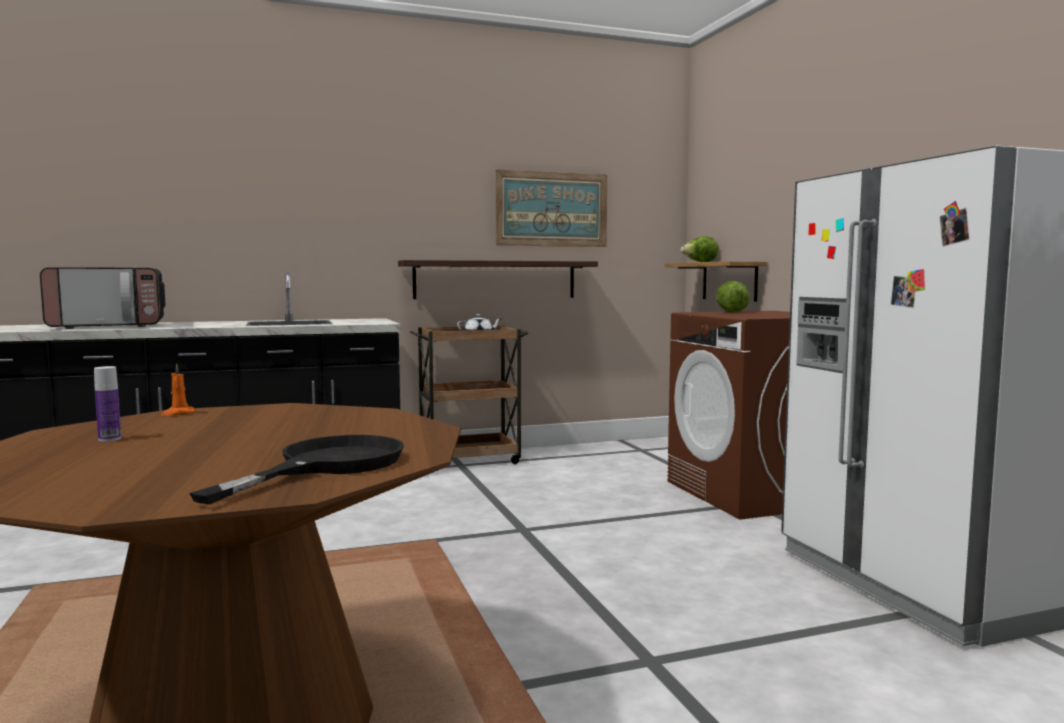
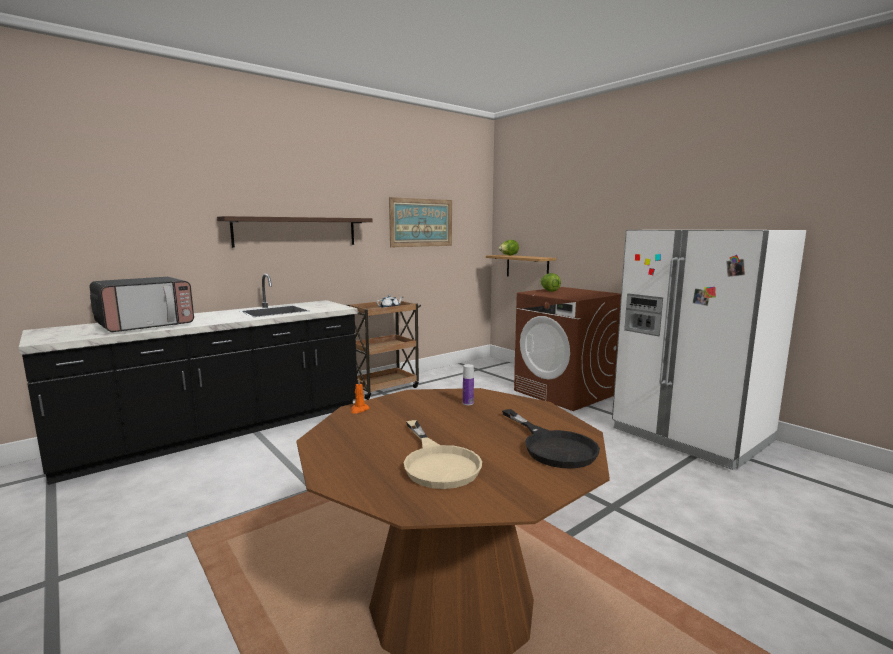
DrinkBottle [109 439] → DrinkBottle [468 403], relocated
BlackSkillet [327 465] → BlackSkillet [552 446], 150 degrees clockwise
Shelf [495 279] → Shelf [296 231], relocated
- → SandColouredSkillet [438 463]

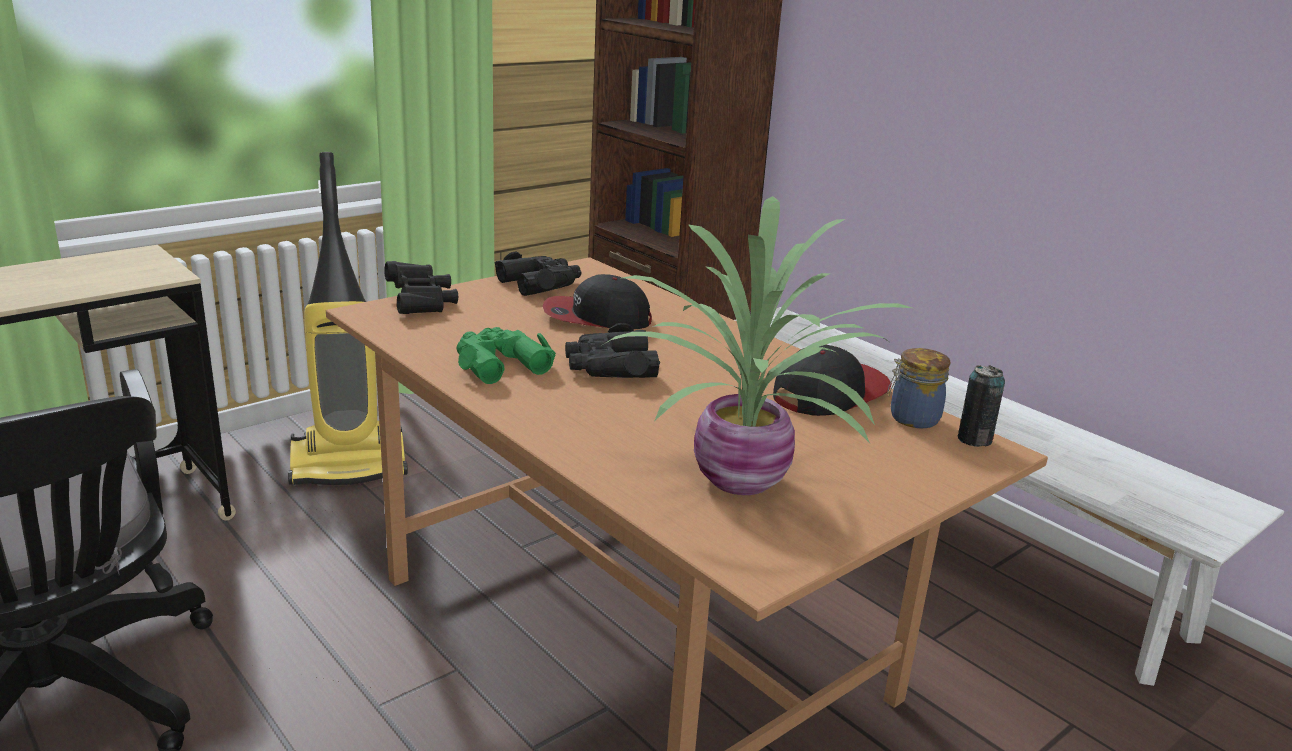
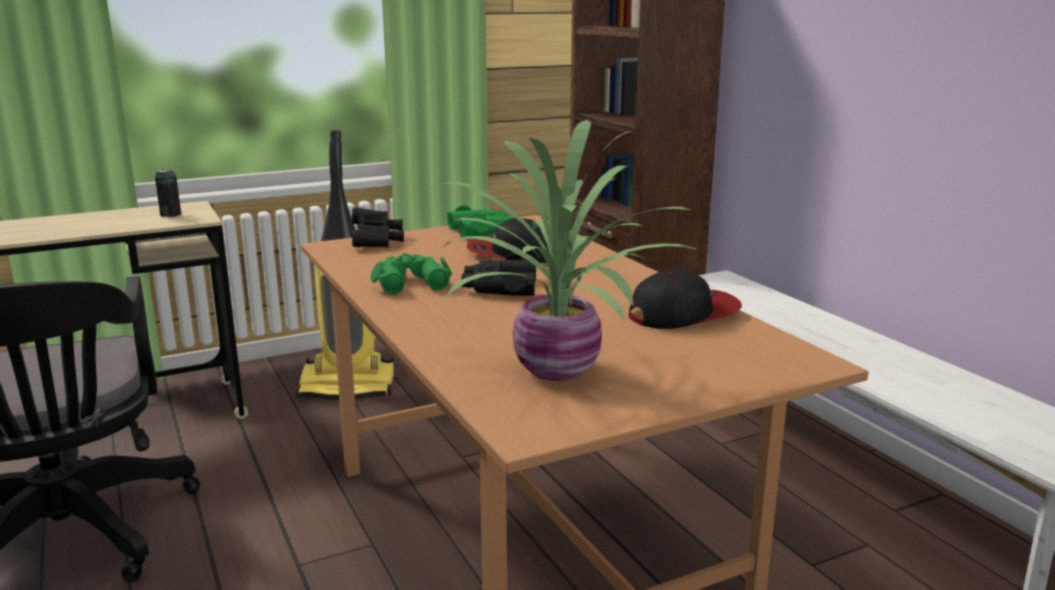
BlackFieldGlasses [540 283] → GreenFieldGlasses [482 231]
Jar [912 418] → -
Can [974 440] → Can [170 215], relocated

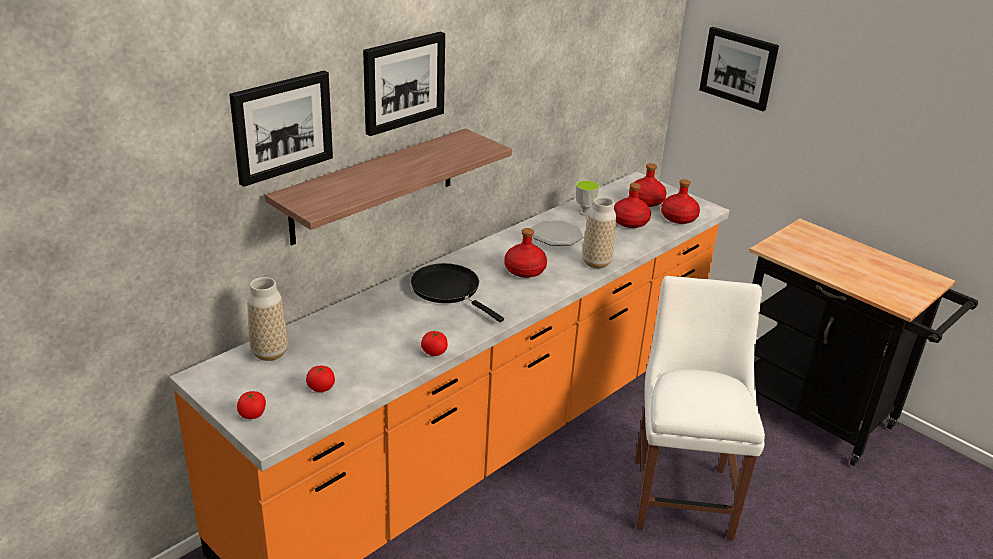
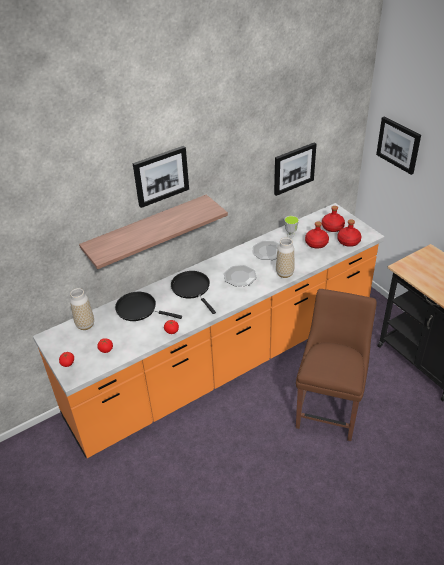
WallPicture [281 126] → WallPicture [294 168], relocated
RedColouredDrinkBottle [524 270] → Plate [240 277]
WhitishChair [682 493] → BrownishChair [329 408]
- → BlackSkillet [139 309]

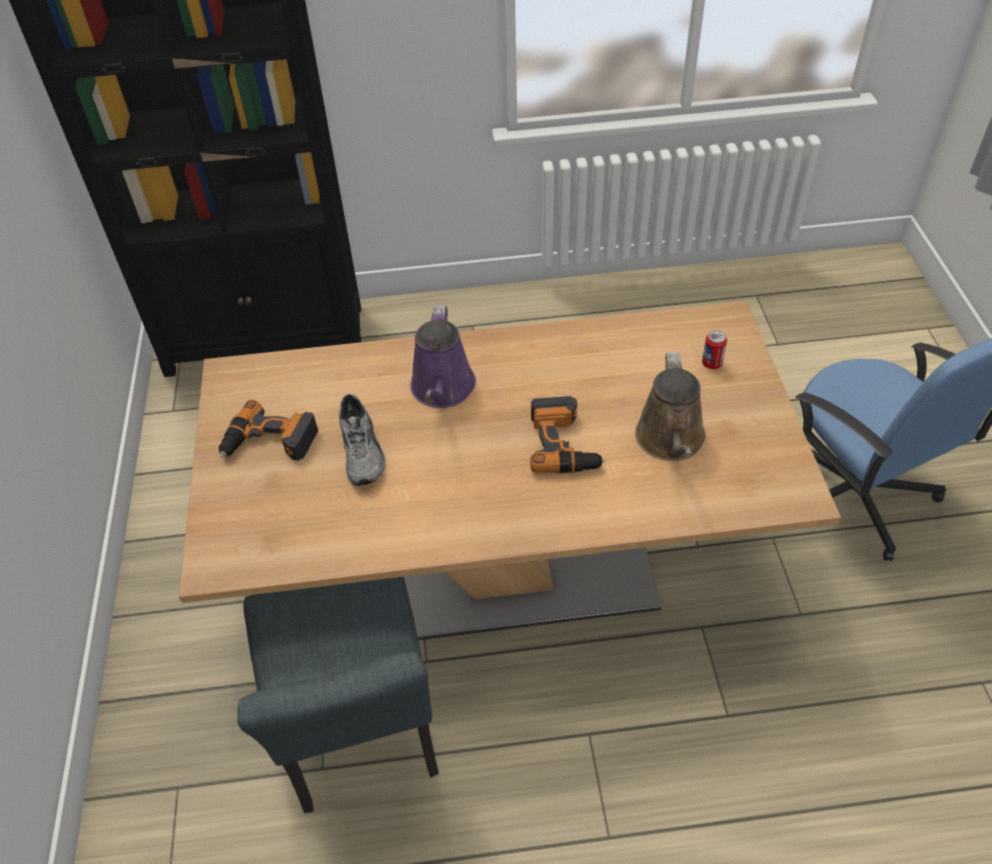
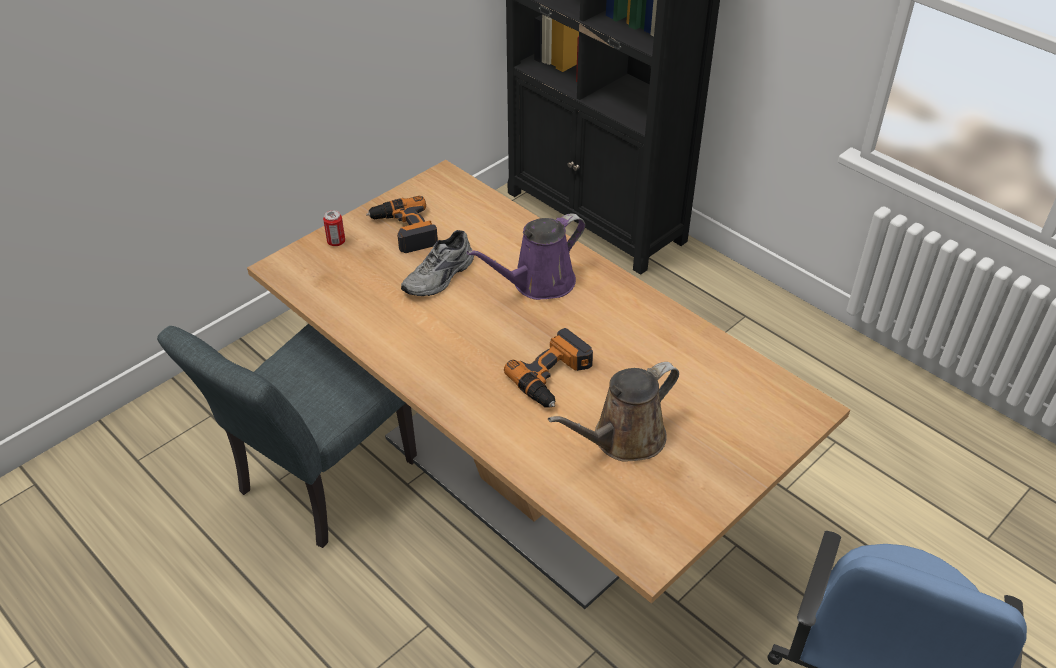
Can [711 363] → Can [336 242], relocated

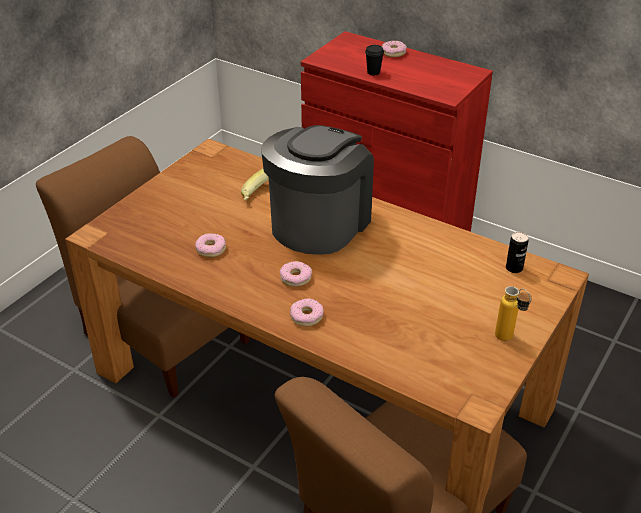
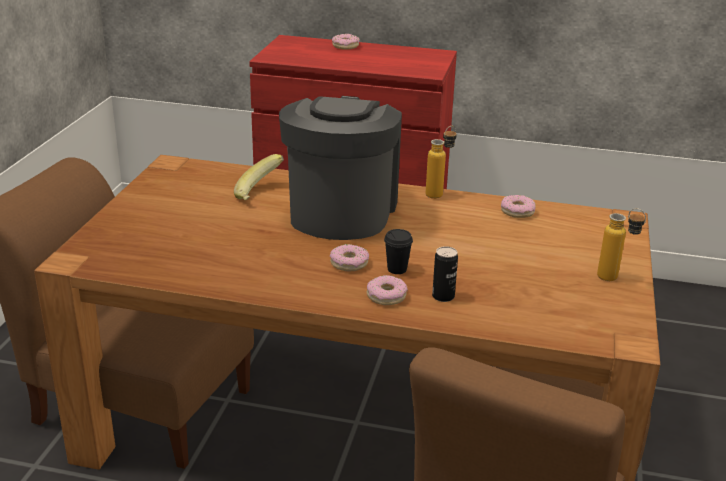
Donut [211 249] → Donut [517 211], relocated
BlackDrinkingCup [373 72] → BlackDrinkingCup [397 269], relocated
Can [514 268] → Can [443 296], relocated
- → DrinkBottle [439 193]

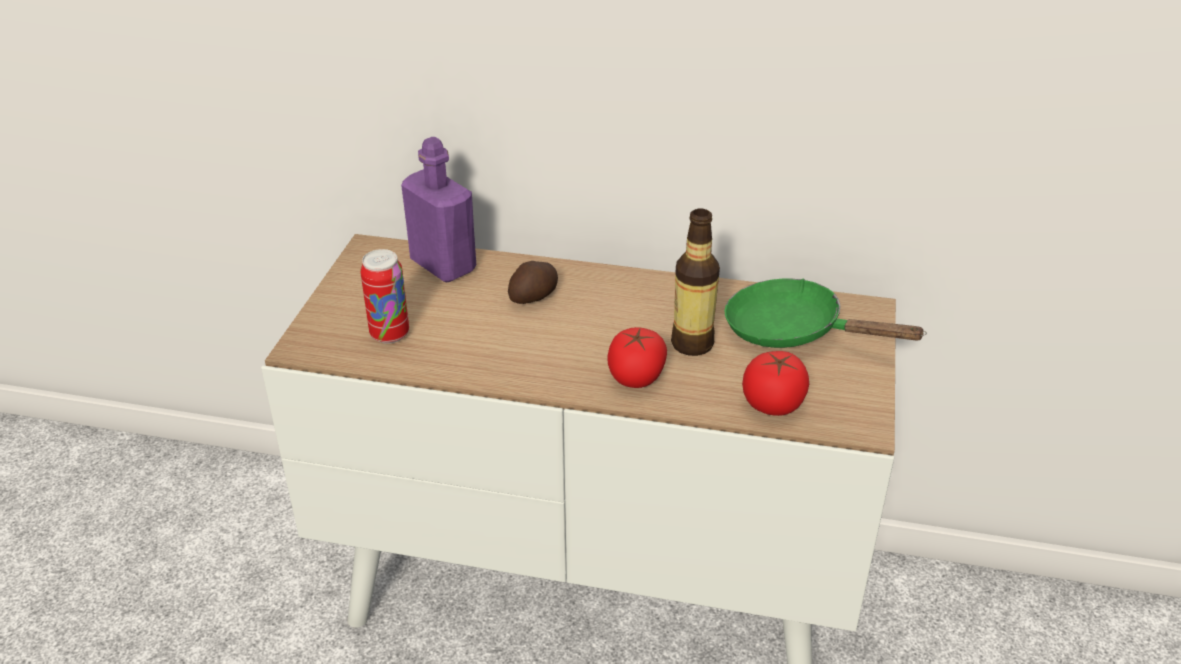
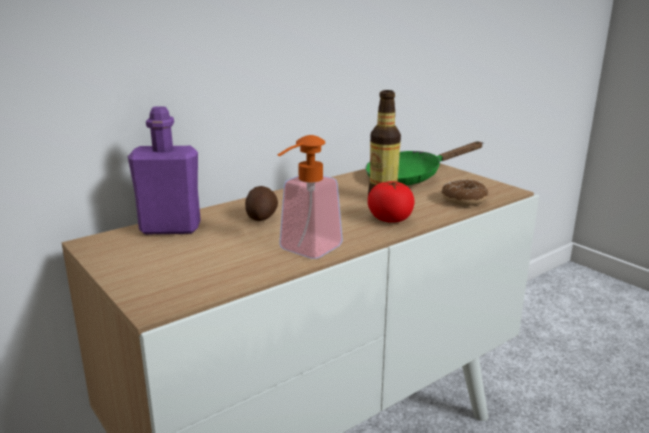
Can [389 334] → -
FreshTomato [773 404] → Donut [464 200]
- → SoapBottle [304 251]

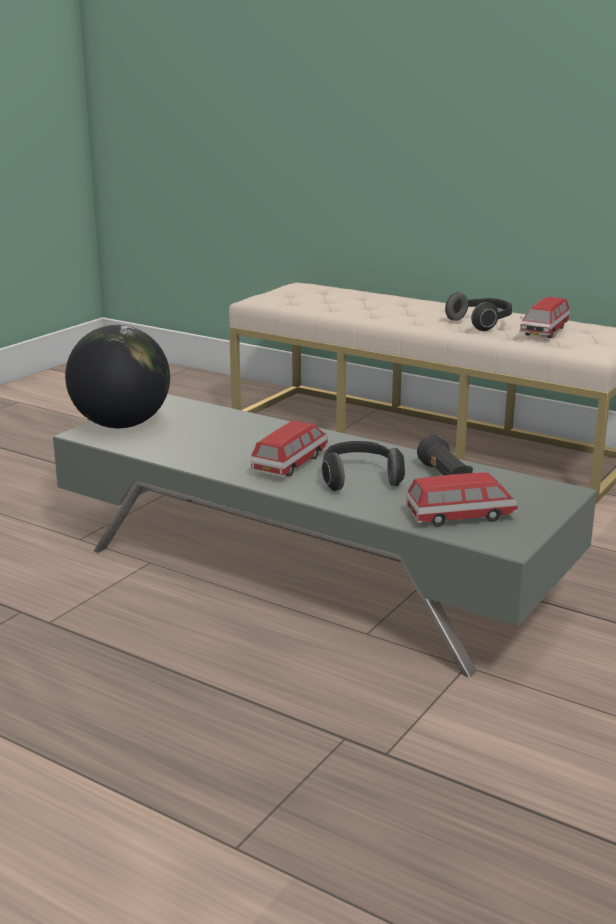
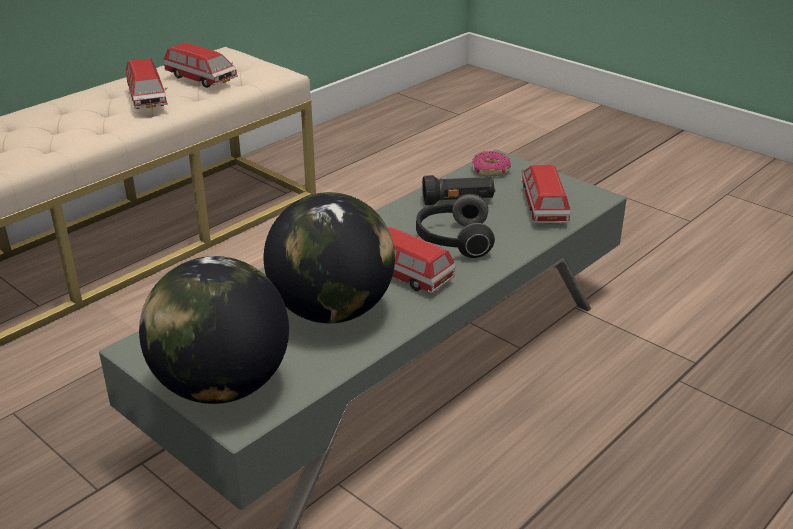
Headphones [481 323] → ModelCar [147 99]
- → WorldGlobe [331 311]
- → Donut [491 170]

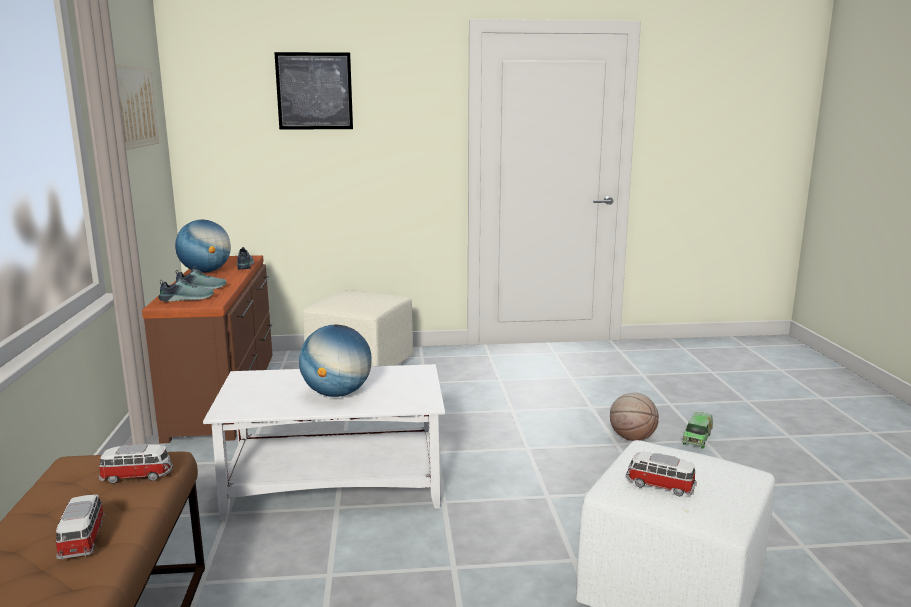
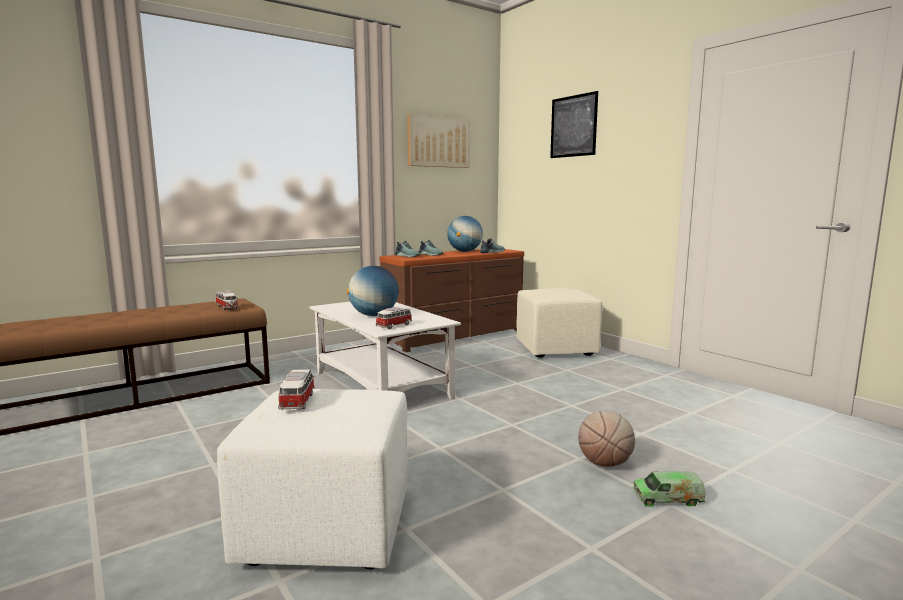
ModelCar [83 539] → ModelCar [395 326], relocated

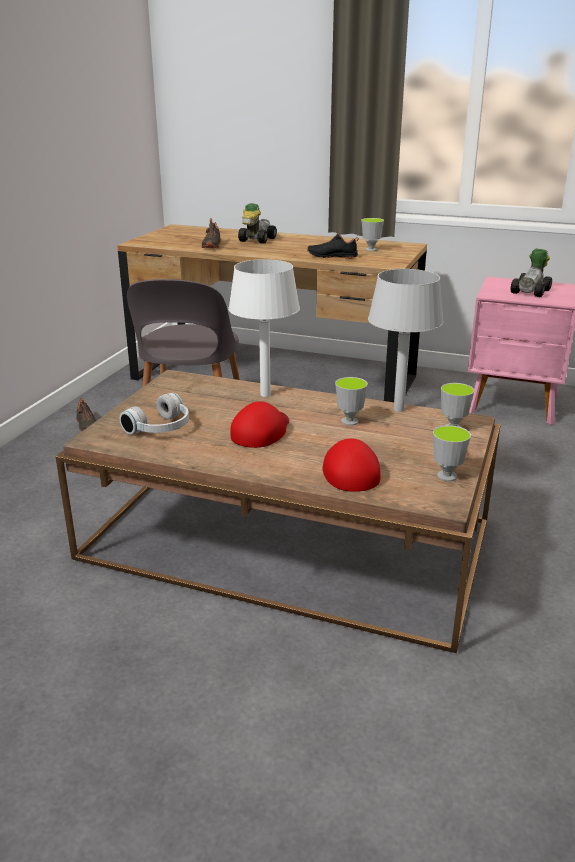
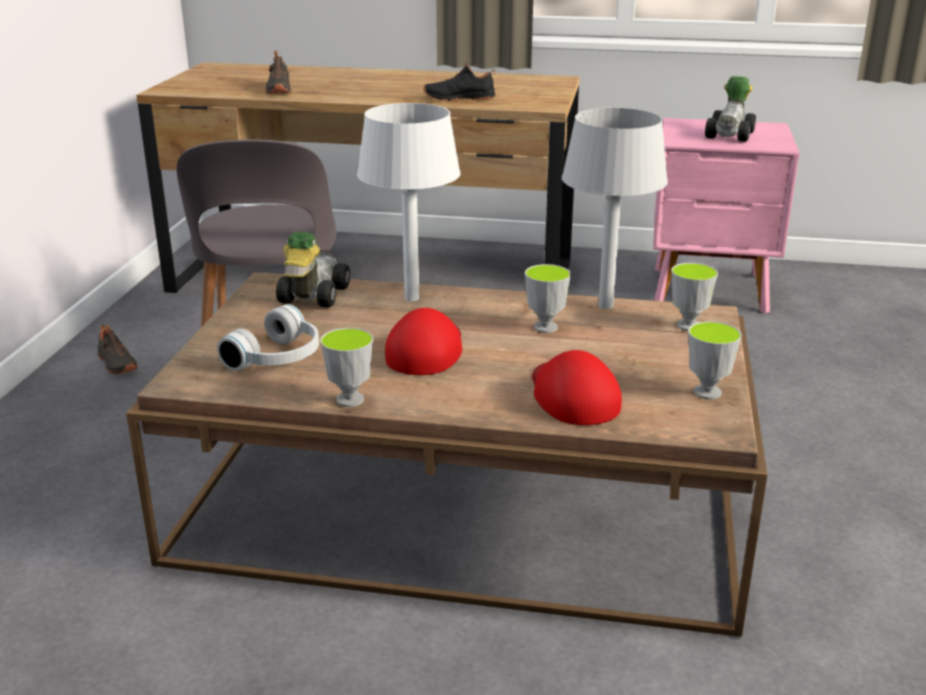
ModelCar [255 240] → ModelCar [311 297], relocated
DrinkingCup [371 250] → DrinkingCup [350 400], relocated

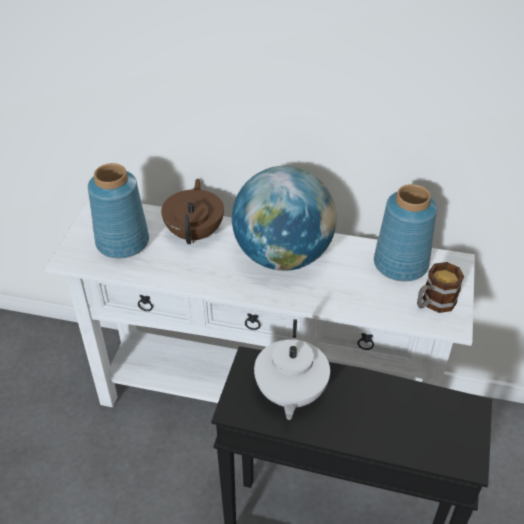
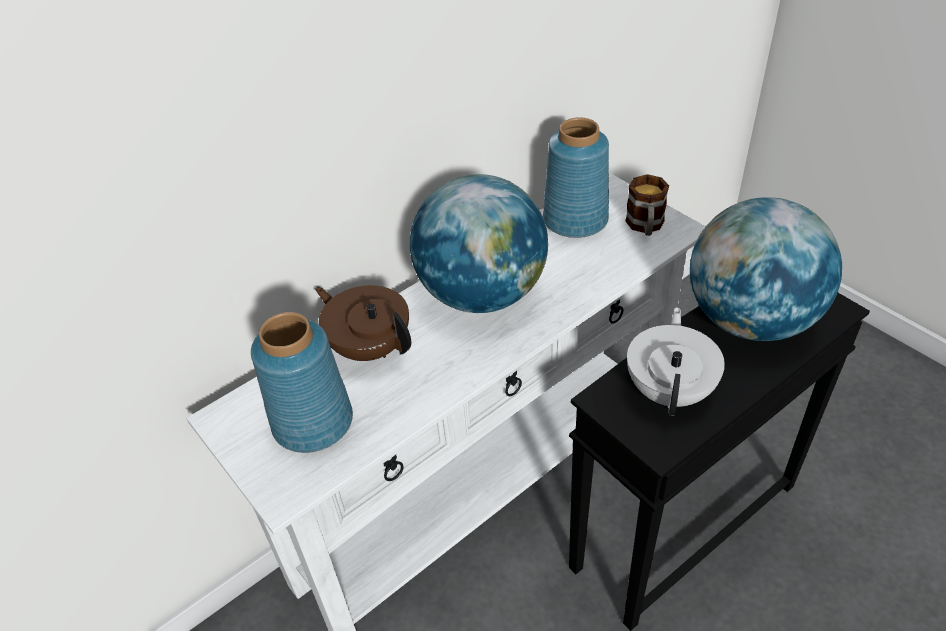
WhitishTeaPot [290 393] → WhitishTeaPot [670 390], 120 degrees counterclockwise
- → WorldGlobe [750 320]

